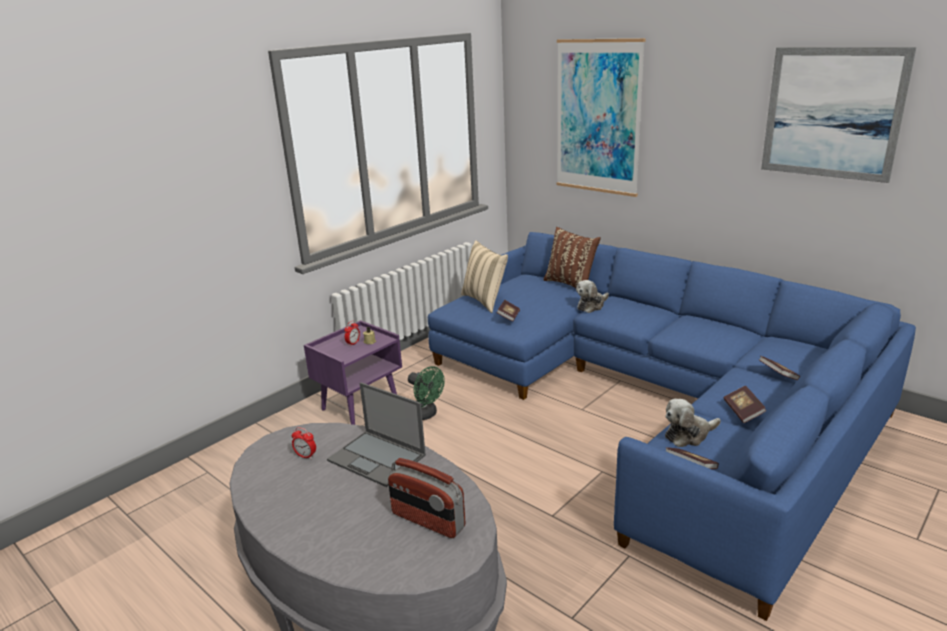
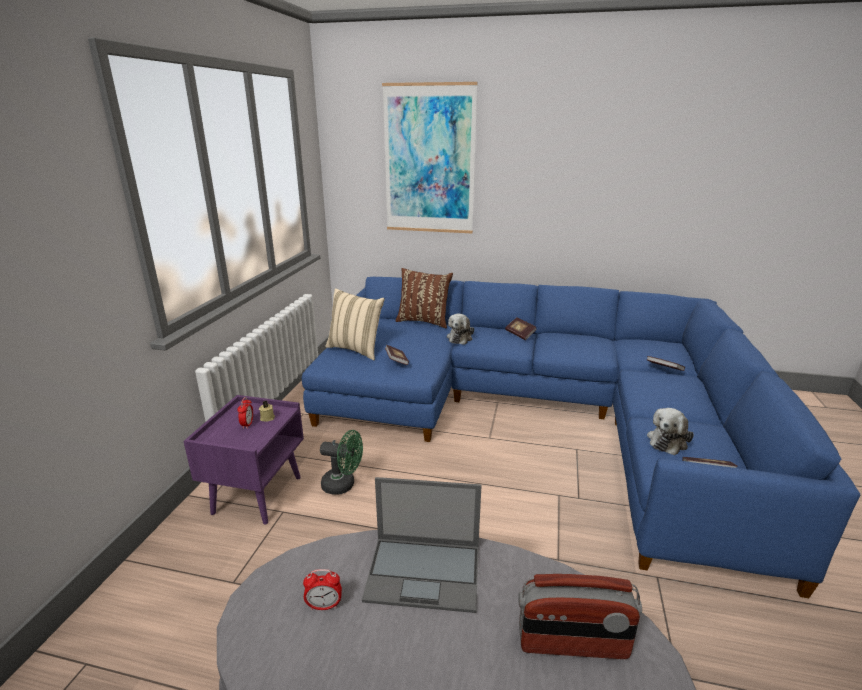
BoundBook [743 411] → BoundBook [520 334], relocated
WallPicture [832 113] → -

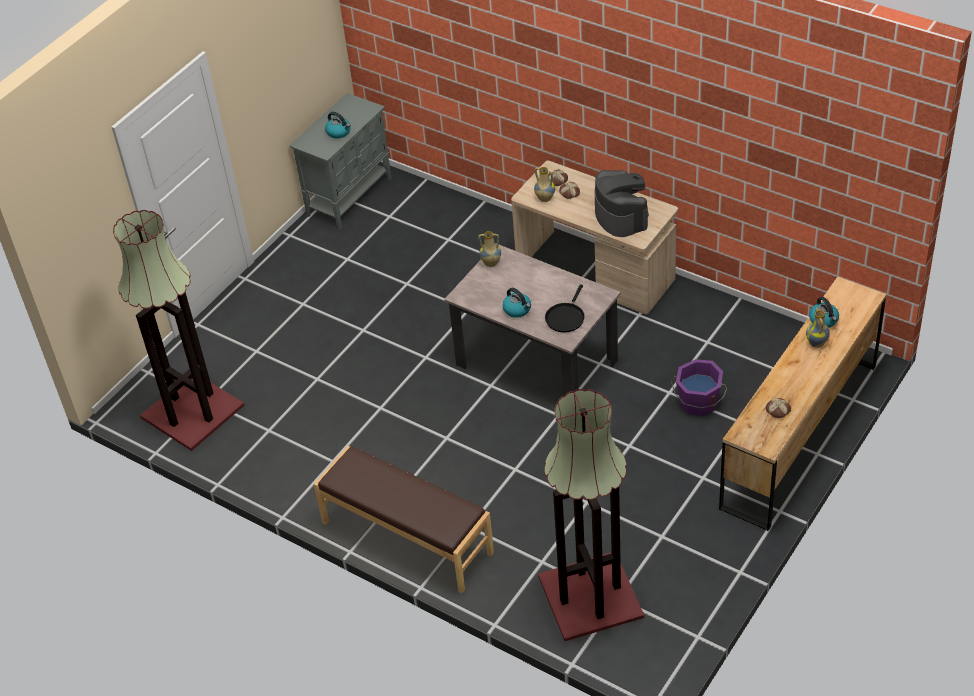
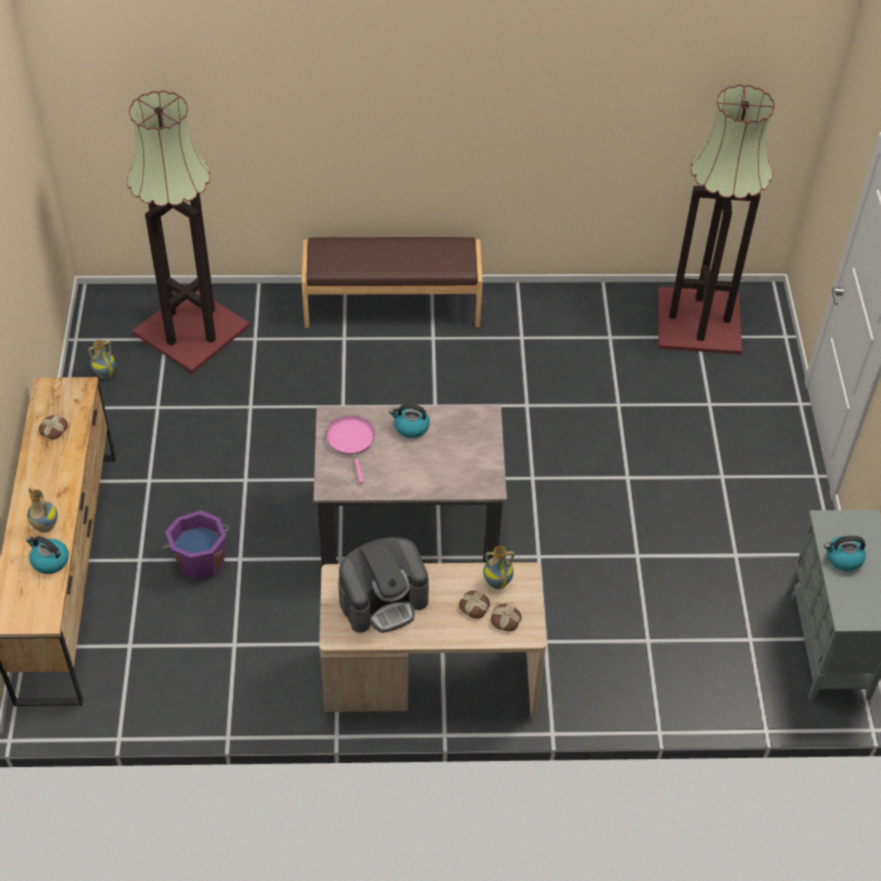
Vase [491 264] → Vase [105 373], relocated
BlackSkillet [566 317] → PinkishSkillet [351 441]
CoffeeMachine [621 216] → CoffeeMachine [383 600], 60 degrees counterclockwise

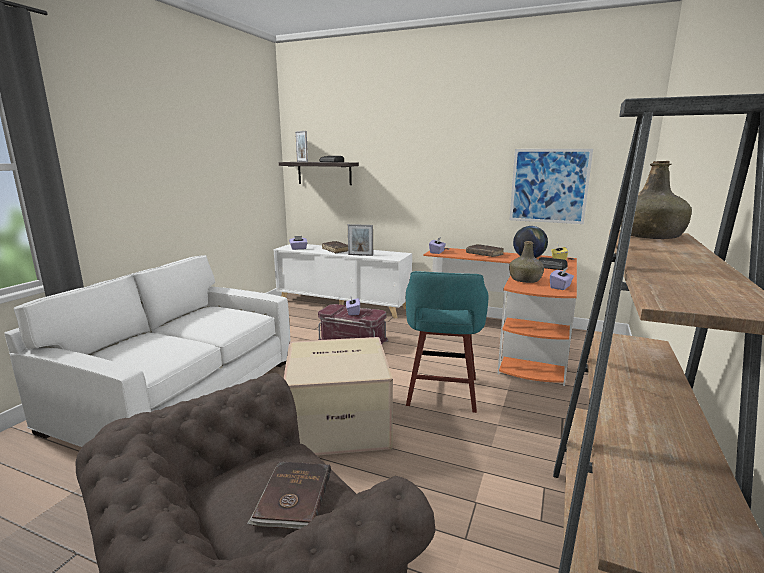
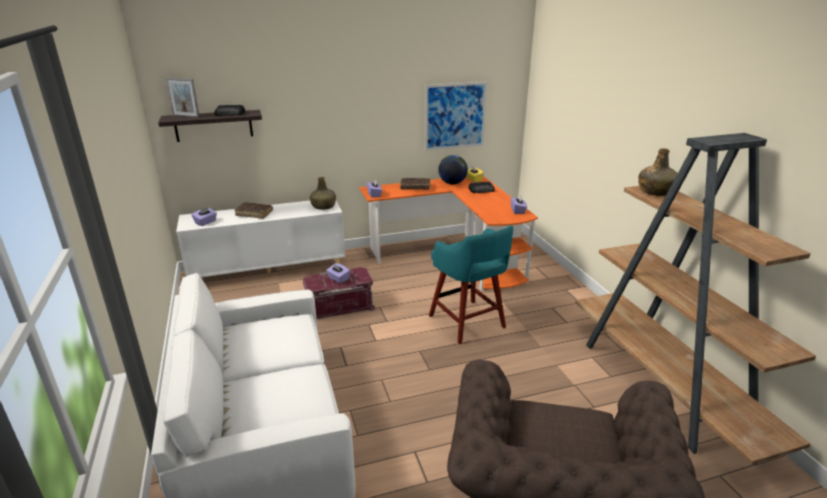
BrownishBoundBook [292 498] → -
PackingBox [340 422] → -
StandingFrame [360 255] → -
GreenDrinkBottle [525 280] → GreenDrinkBottle [324 206], relocated

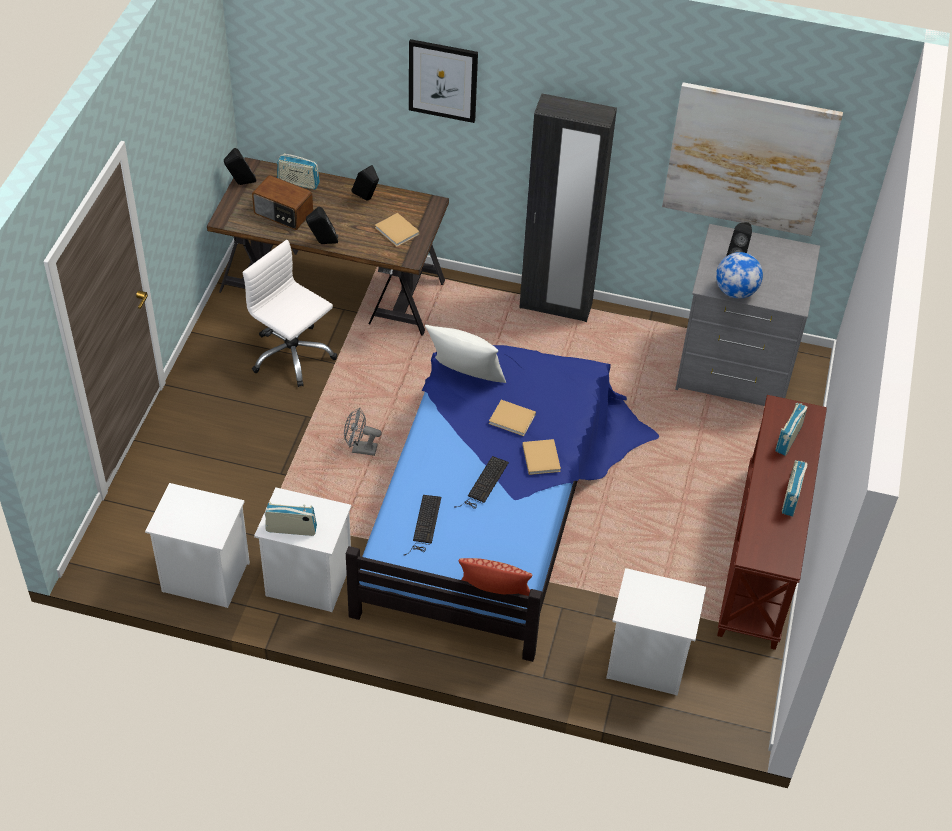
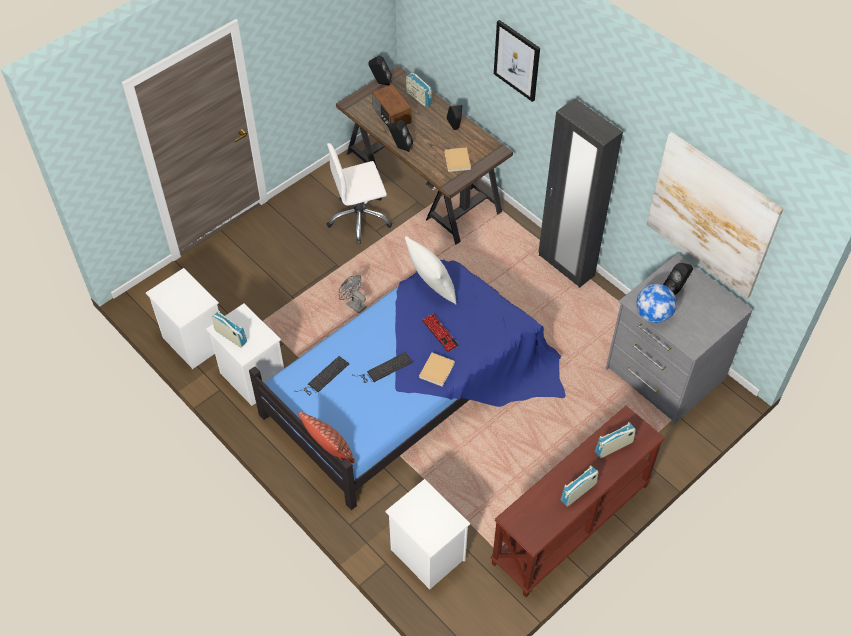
WhitishOfficeChair [292 355] → WhitishOfficeChair [359 219], 90 degrees counterclockwise
SandColouredBoundBook [513 419] → ComputerKeyboard [440 333]

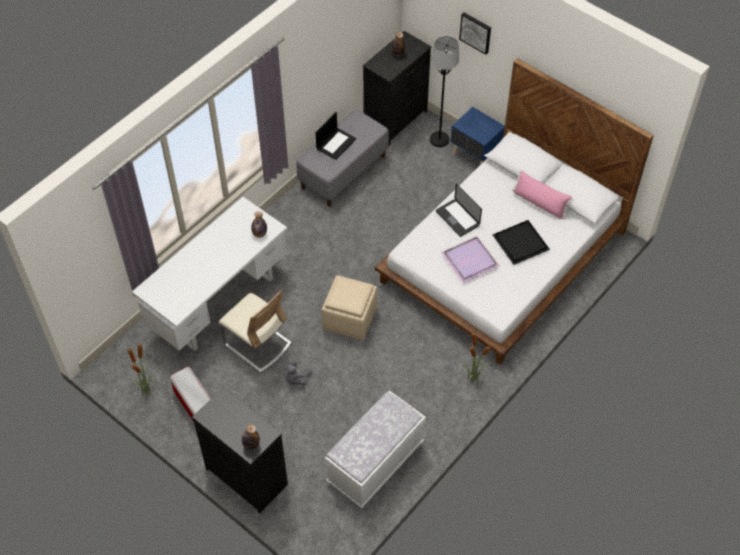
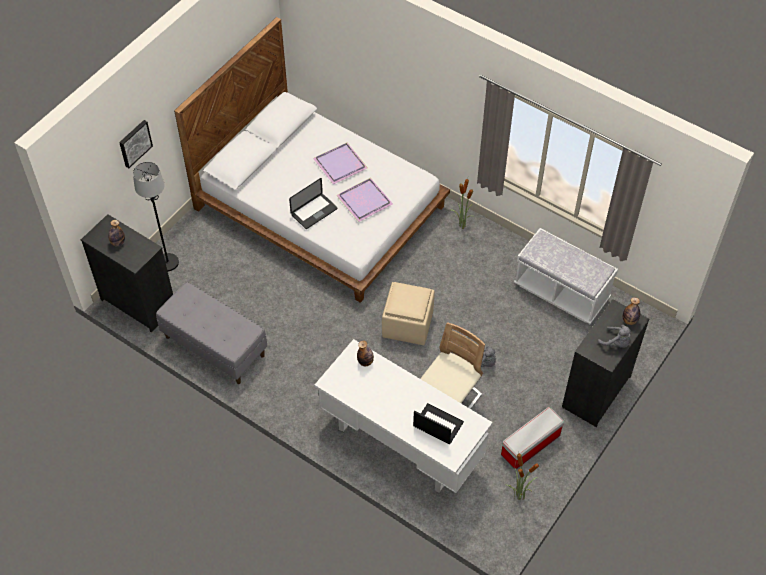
NotebookComputer [336 143] → NotebookComputer [437 424], relocated
BlueNightTable [475 156] → -
BlackCarryingTray [520 244] → PurpleColouredCarryingTray [341 164]
PinkishThrowPillow [539 203] → -
- → GreyPlushToy [616 343]

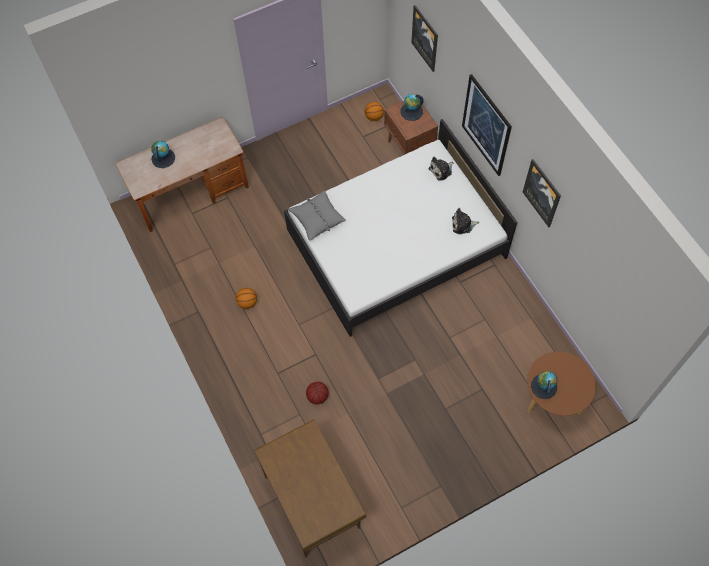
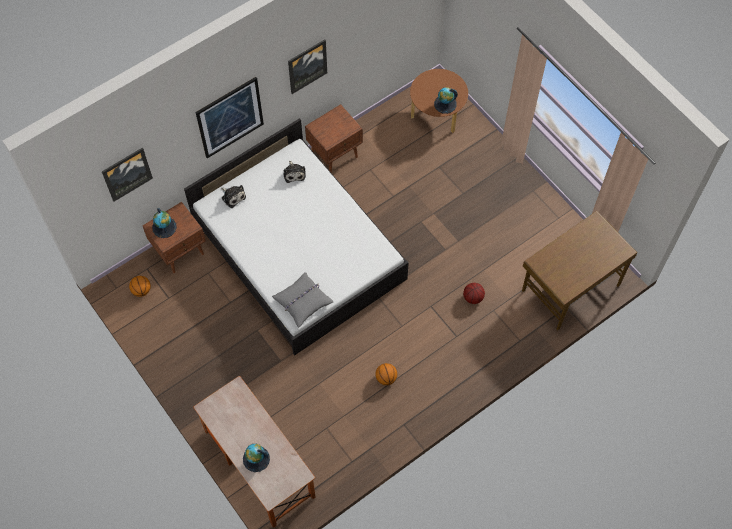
- → BrownishNightTable [335 154]

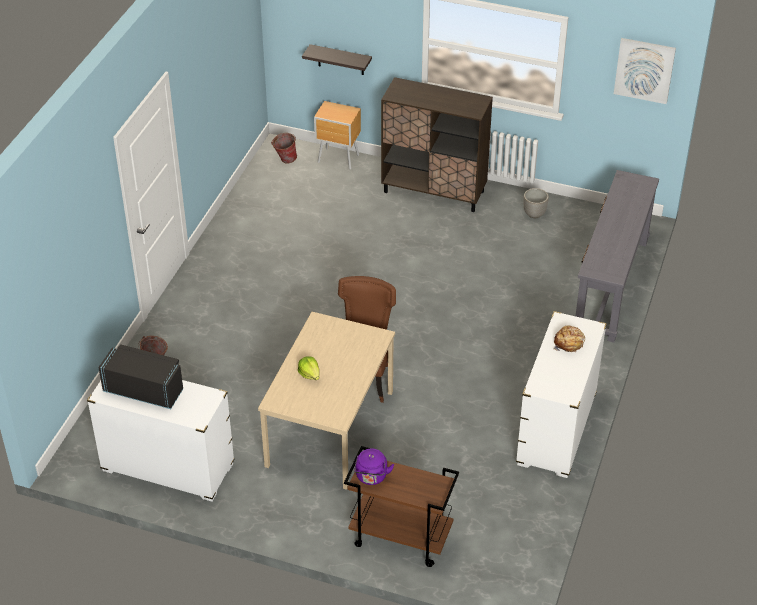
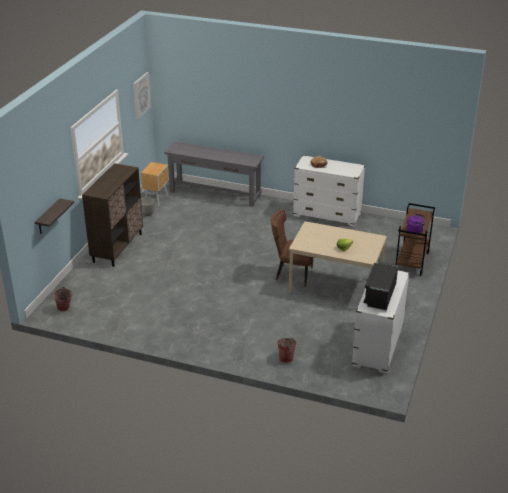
BrownishNightTable [339 159] → BrownishNightTable [157 200], relocated

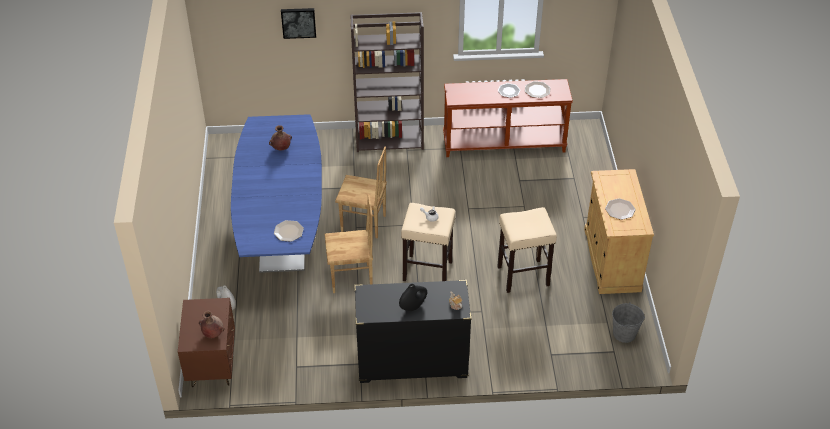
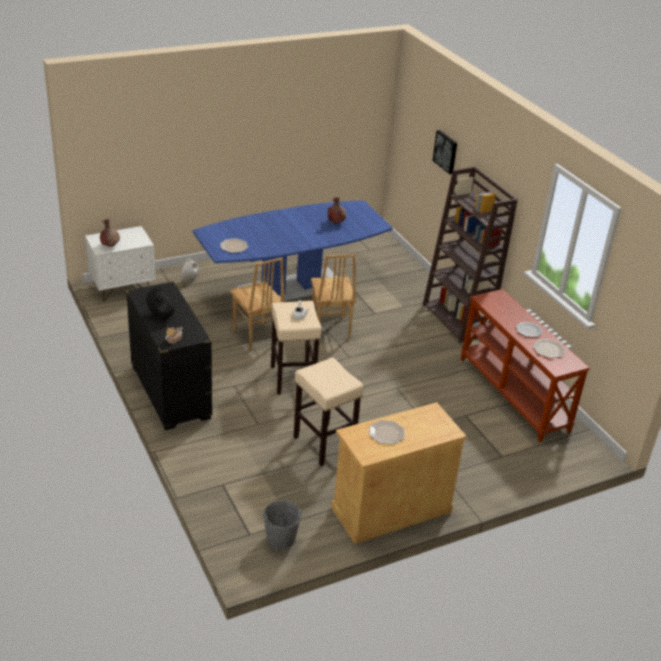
BrownishNightTable [212 364] → WhitishNightTable [122 288]

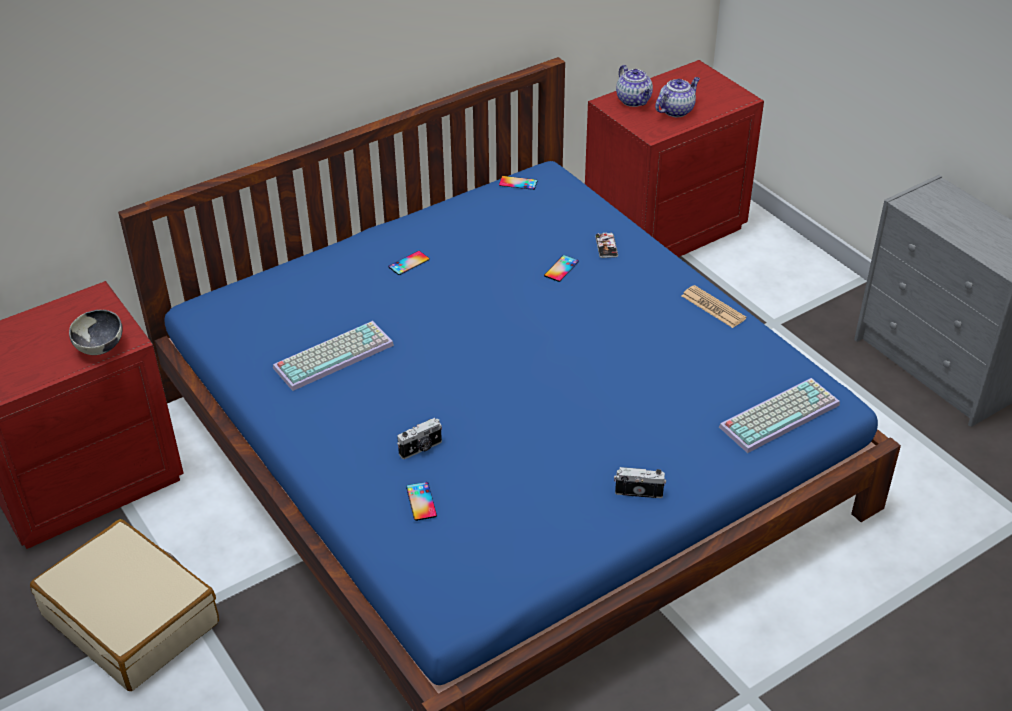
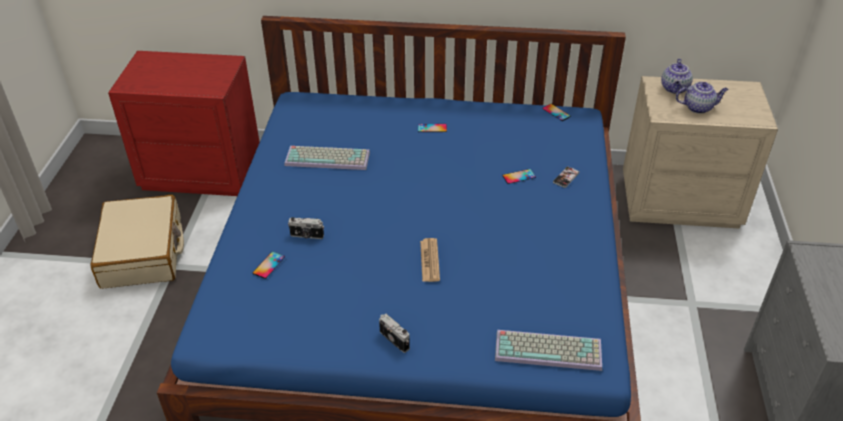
ServingBowl [101 347] → -
RedColouredNightTable [663 229] → SandColouredNightTable [679 200]
PrintedPaper [713 307] → PrintedPaper [429 260], relocated

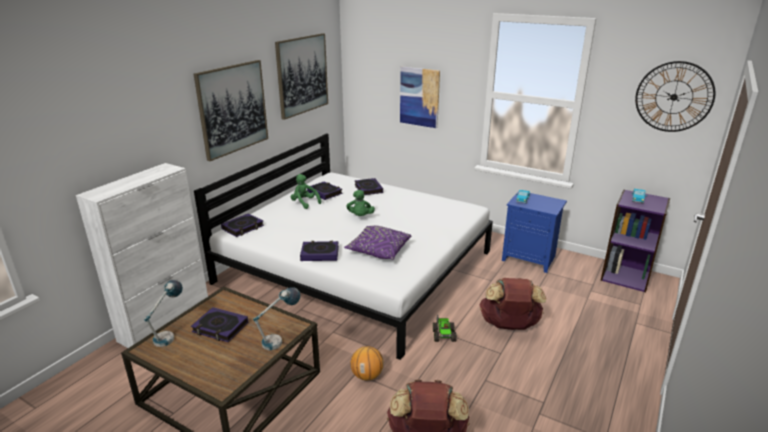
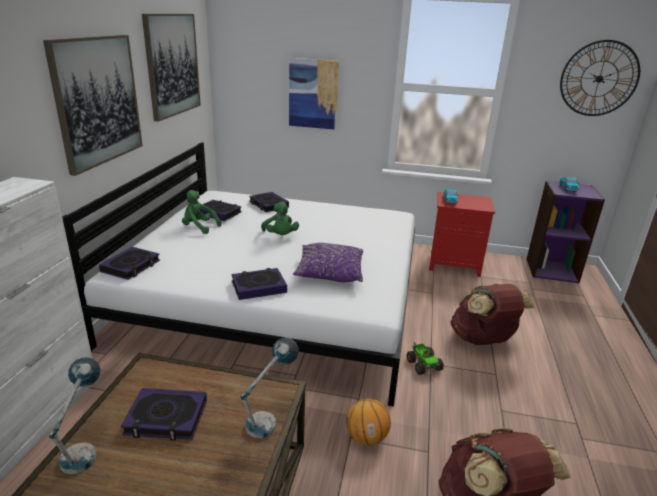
BlueNightTable [530 258] → RedColouredNightTable [455 264]

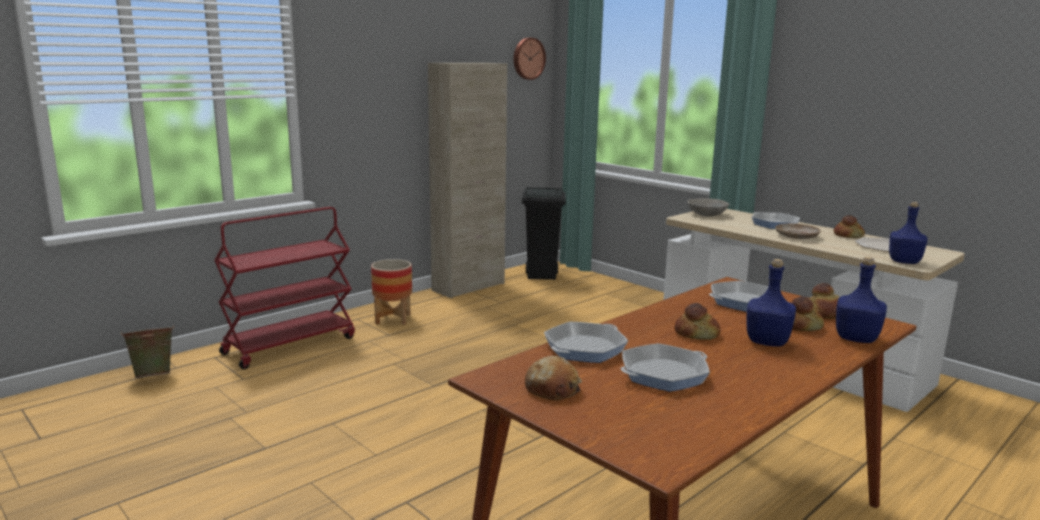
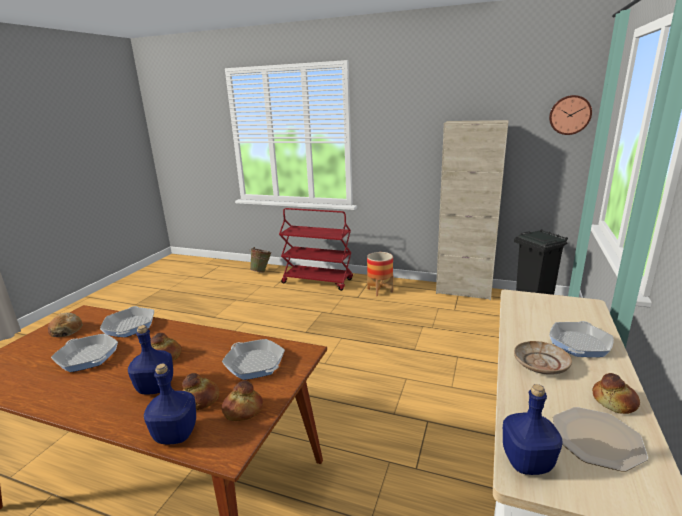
Skillet [585 348] → Skillet [129 326], 120 degrees counterclockwise
GreyServingBowl [707 214] → -

